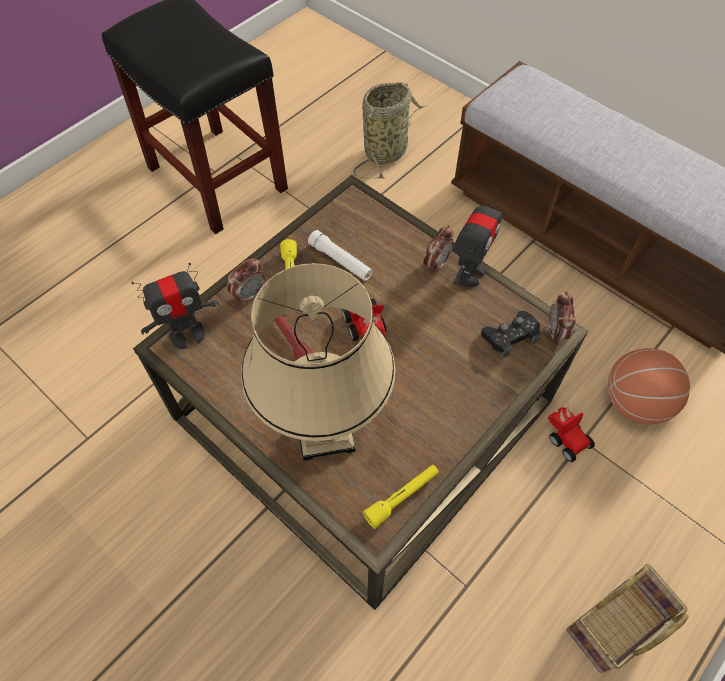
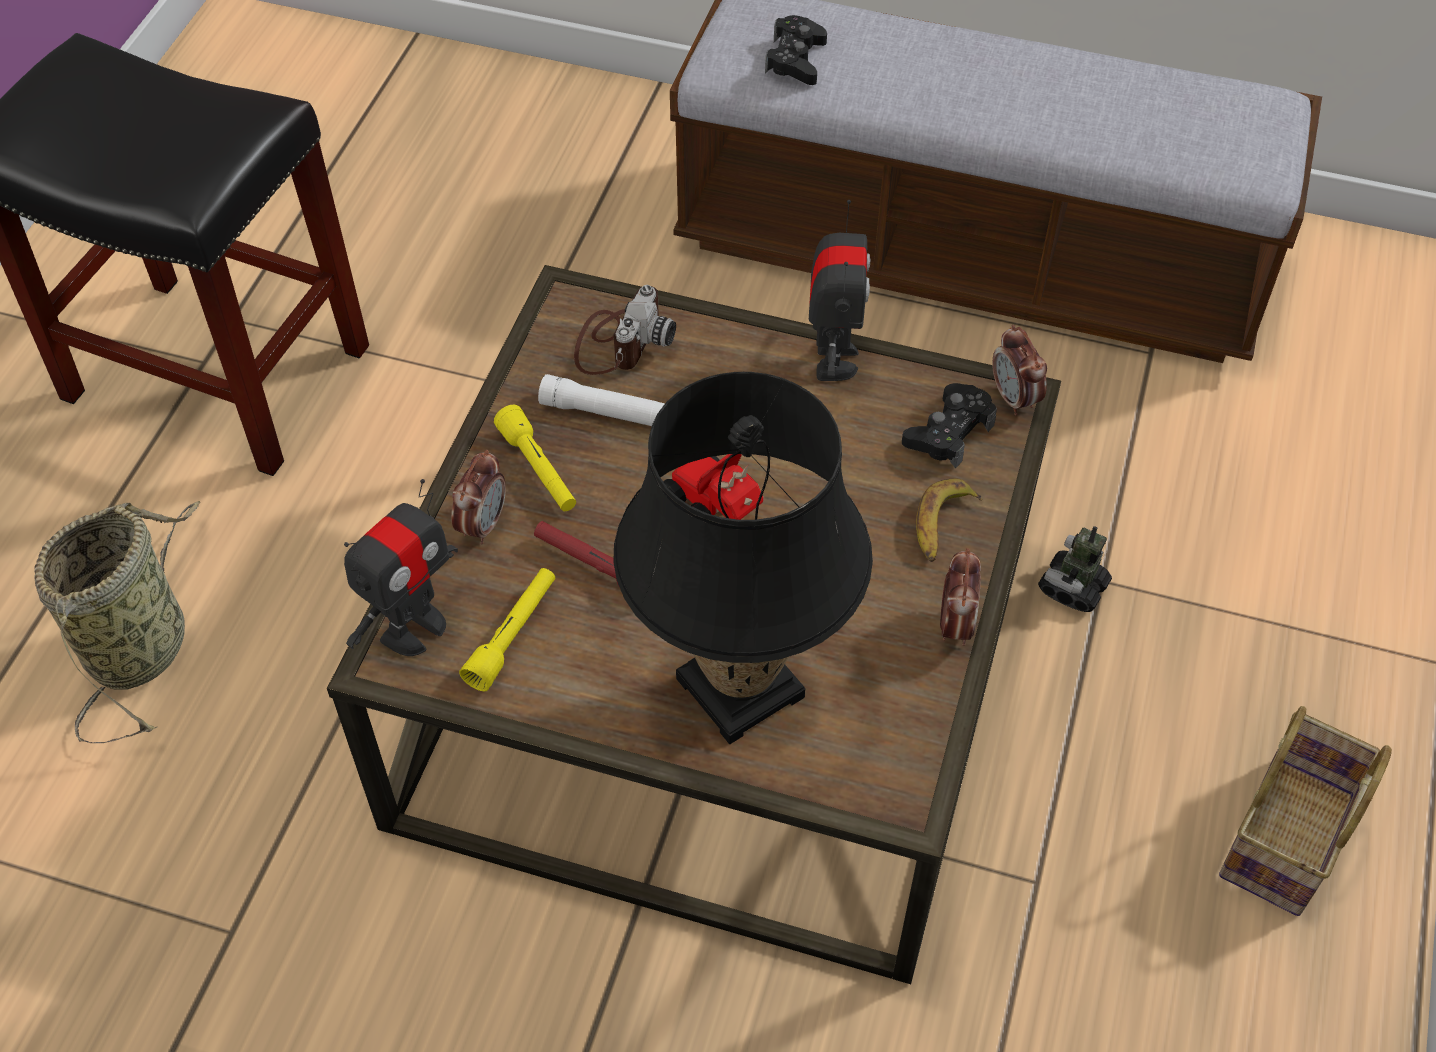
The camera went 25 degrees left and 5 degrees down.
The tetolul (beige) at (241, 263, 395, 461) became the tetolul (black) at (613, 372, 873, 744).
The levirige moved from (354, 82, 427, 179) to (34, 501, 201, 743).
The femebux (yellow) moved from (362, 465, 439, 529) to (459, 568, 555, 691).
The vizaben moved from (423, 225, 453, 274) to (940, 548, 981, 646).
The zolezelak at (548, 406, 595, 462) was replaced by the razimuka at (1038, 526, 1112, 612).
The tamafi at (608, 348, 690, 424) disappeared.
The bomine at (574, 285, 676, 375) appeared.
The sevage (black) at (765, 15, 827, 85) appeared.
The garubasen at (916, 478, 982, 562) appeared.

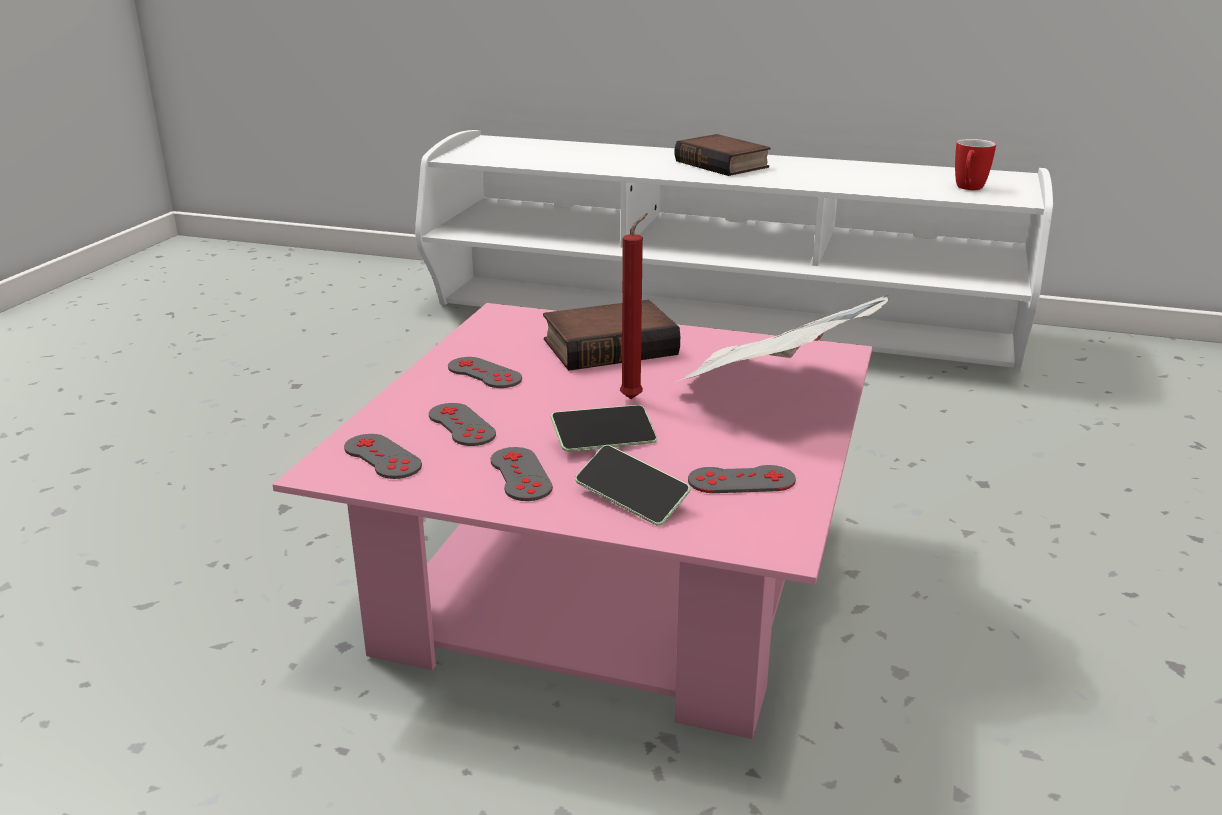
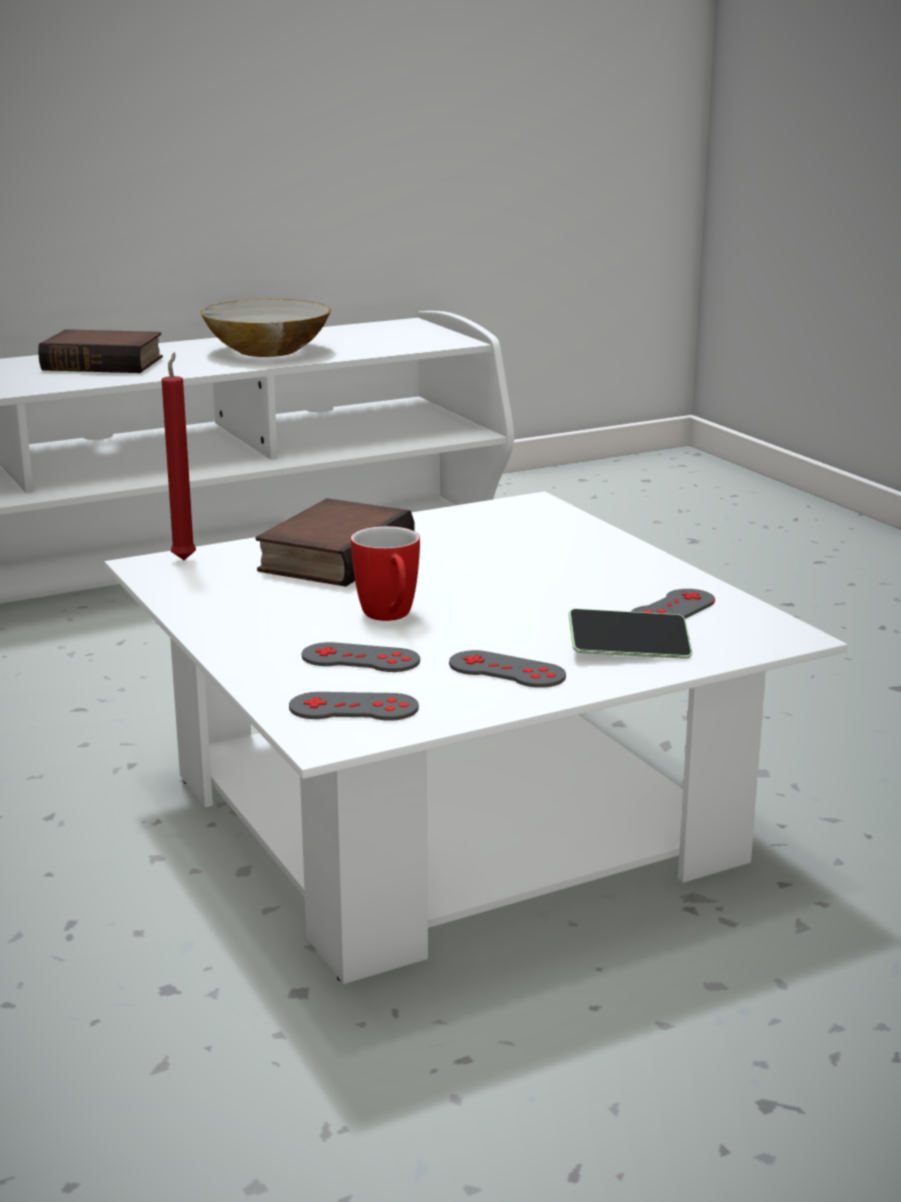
The camera went 45 degrees left and 5 degrees down.
The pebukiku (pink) at (272, 303, 872, 739) became the pebukiku (white) at (104, 491, 848, 984).
The sevage (grey) at (448, 357, 522, 388) disappeared.
The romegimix at (551, 405, 657, 452) disappeared.
The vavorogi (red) moved from (620, 213, 648, 399) to (162, 352, 196, 560).
The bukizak at (675, 295, 889, 382) disappeared.
The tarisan moved from (955, 139, 996, 190) to (351, 526, 420, 621).
The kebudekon at (200, 299, 331, 357) appeared.

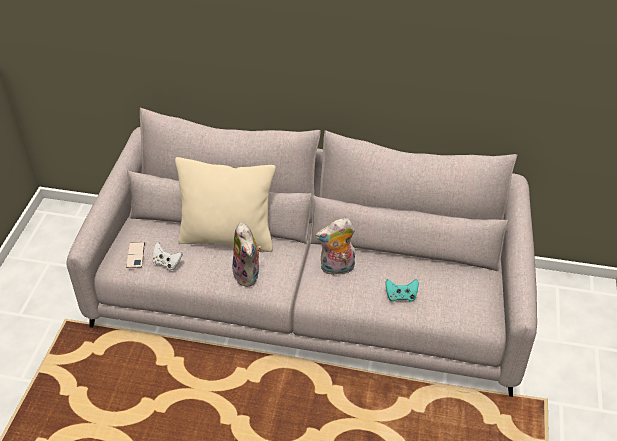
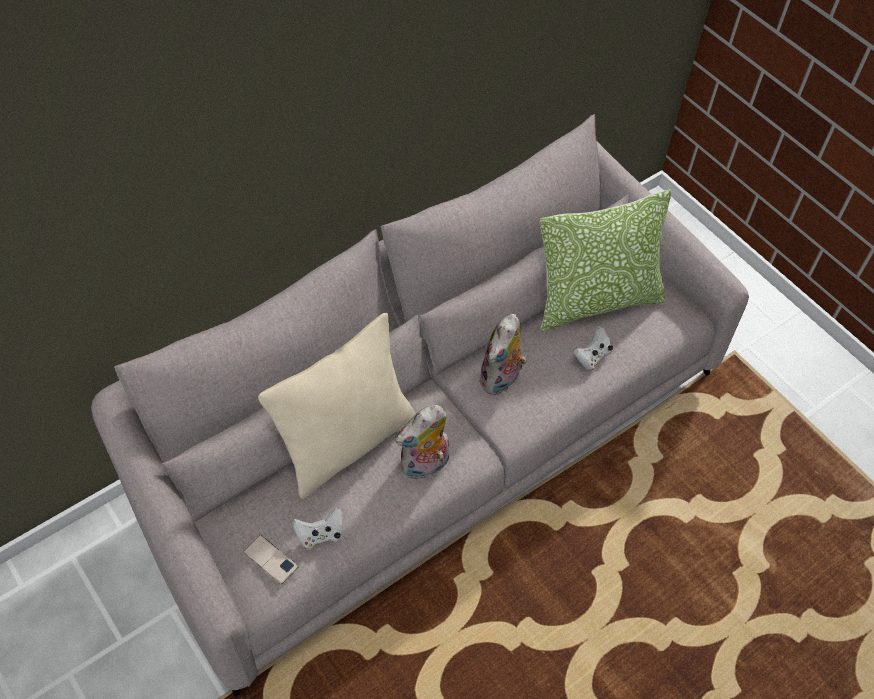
The camera went 50 degrees left and 10 degrees up.
The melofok at (231, 222, 262, 287) turned 120 degrees clockwise.
The sevage (turquoise) at (385, 279, 419, 302) became the sevage (white) at (573, 326, 613, 370).
The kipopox at (540, 190, 671, 332) appeared.

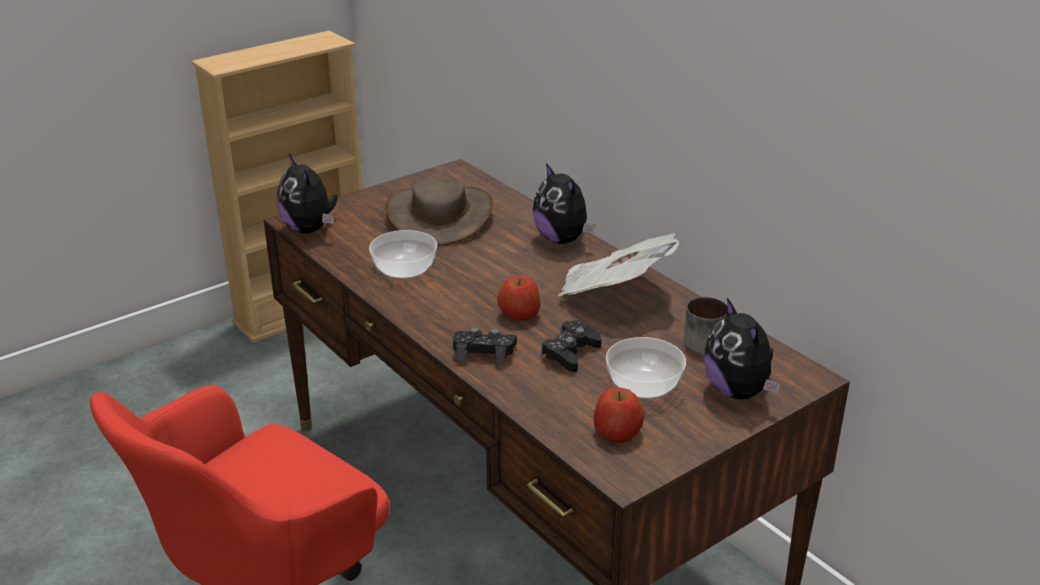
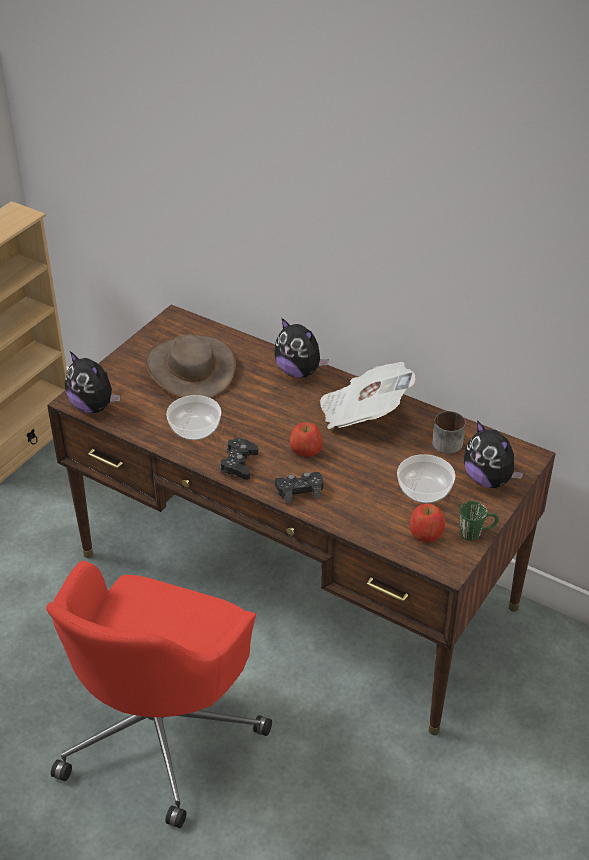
The camera went 20 degrees left and 10 degrees up.
The sevage (black) moved from (541, 321, 601, 372) to (220, 438, 258, 480).
The tarisan (green) at (459, 501, 499, 541) appeared.

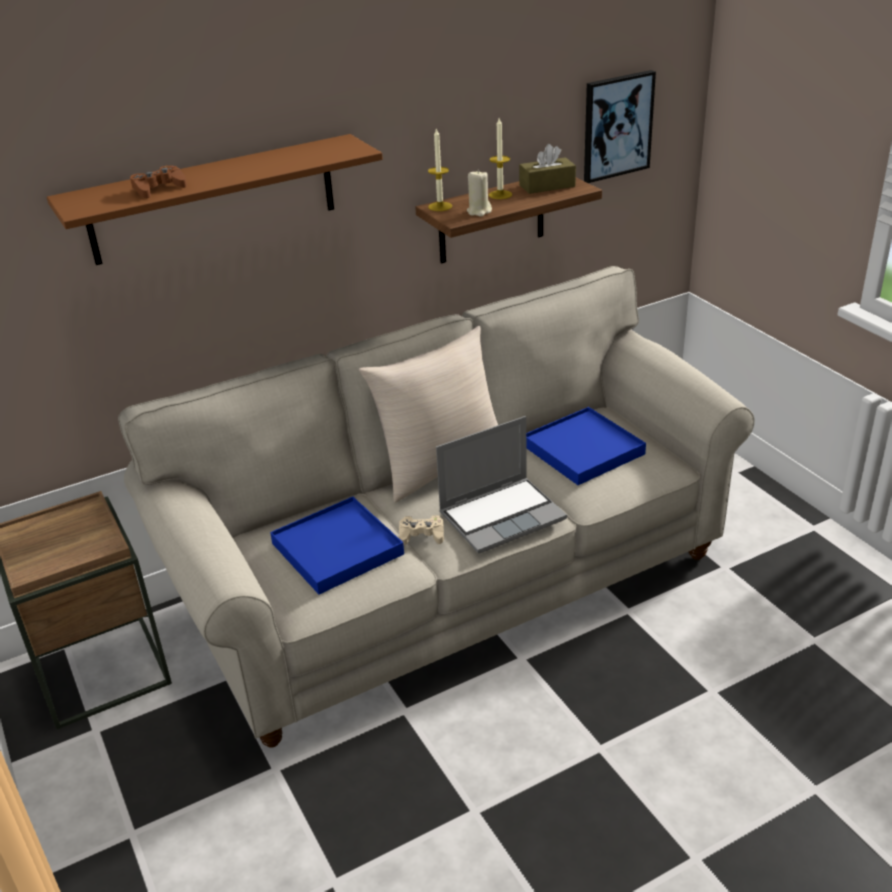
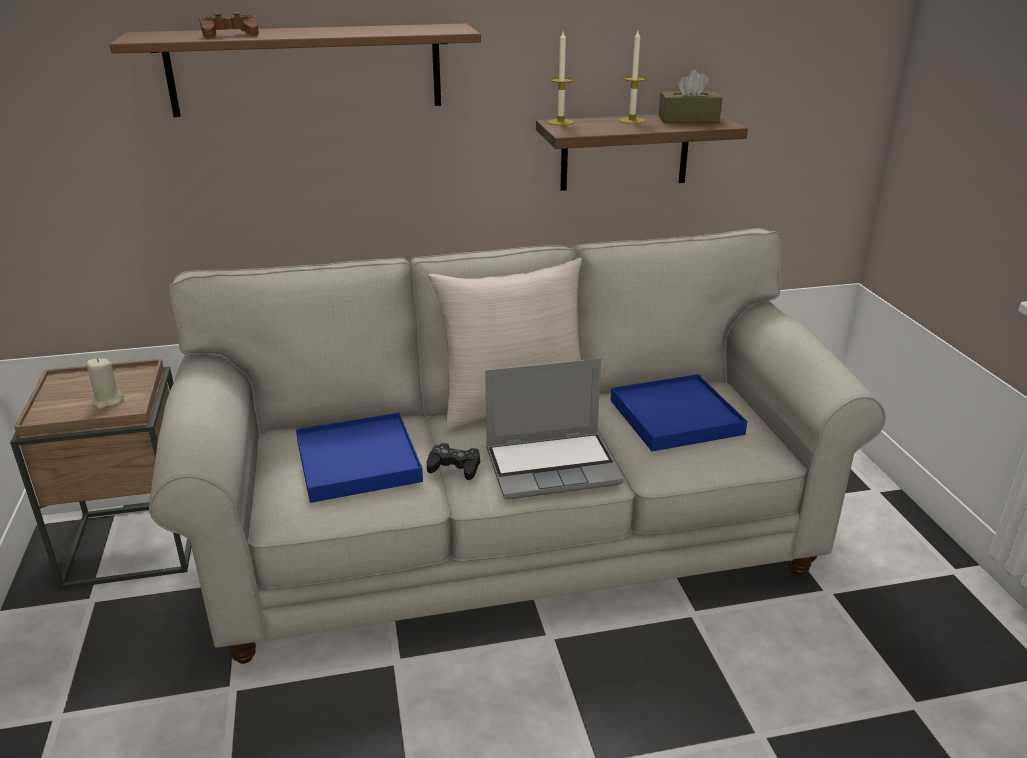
The camera went 15 degrees right and 5 degrees down.
The sevage (beige) at (399, 515, 444, 545) became the sevage (black) at (426, 443, 480, 480).
The vavorogi (beige) moved from (467, 170, 492, 217) to (86, 358, 124, 409).
The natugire at (584, 70, 656, 183) disappeared.

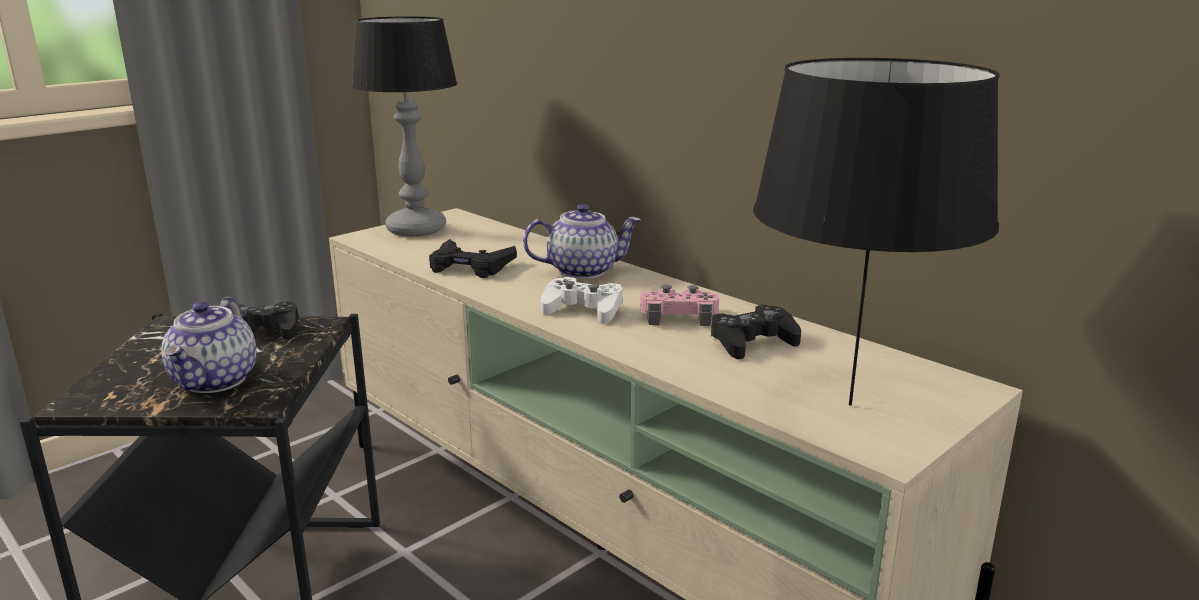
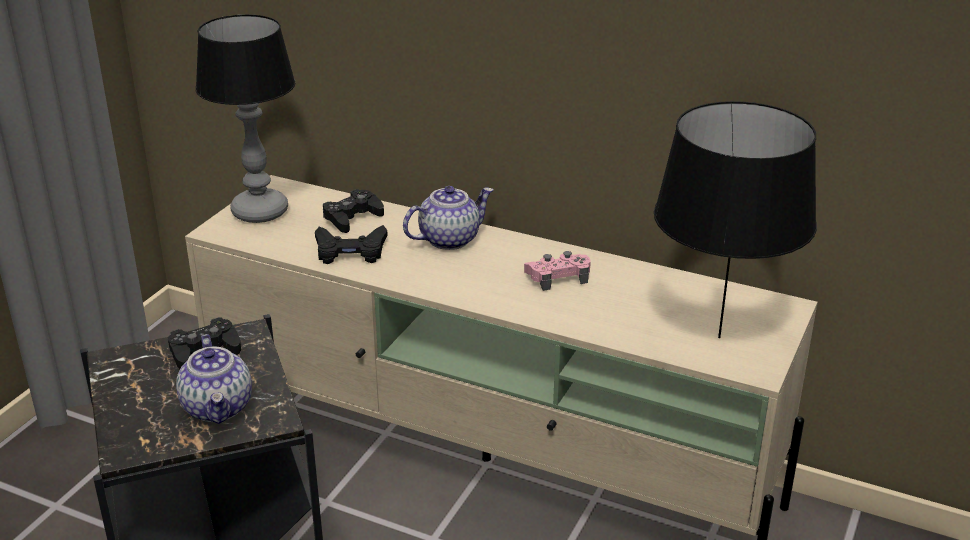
The camera went 20 degrees left and 10 degrees up.
The sevage (white) at (541, 277, 623, 324) disappeared.
The sevage (black) moved from (711, 305, 801, 359) to (323, 189, 384, 233).

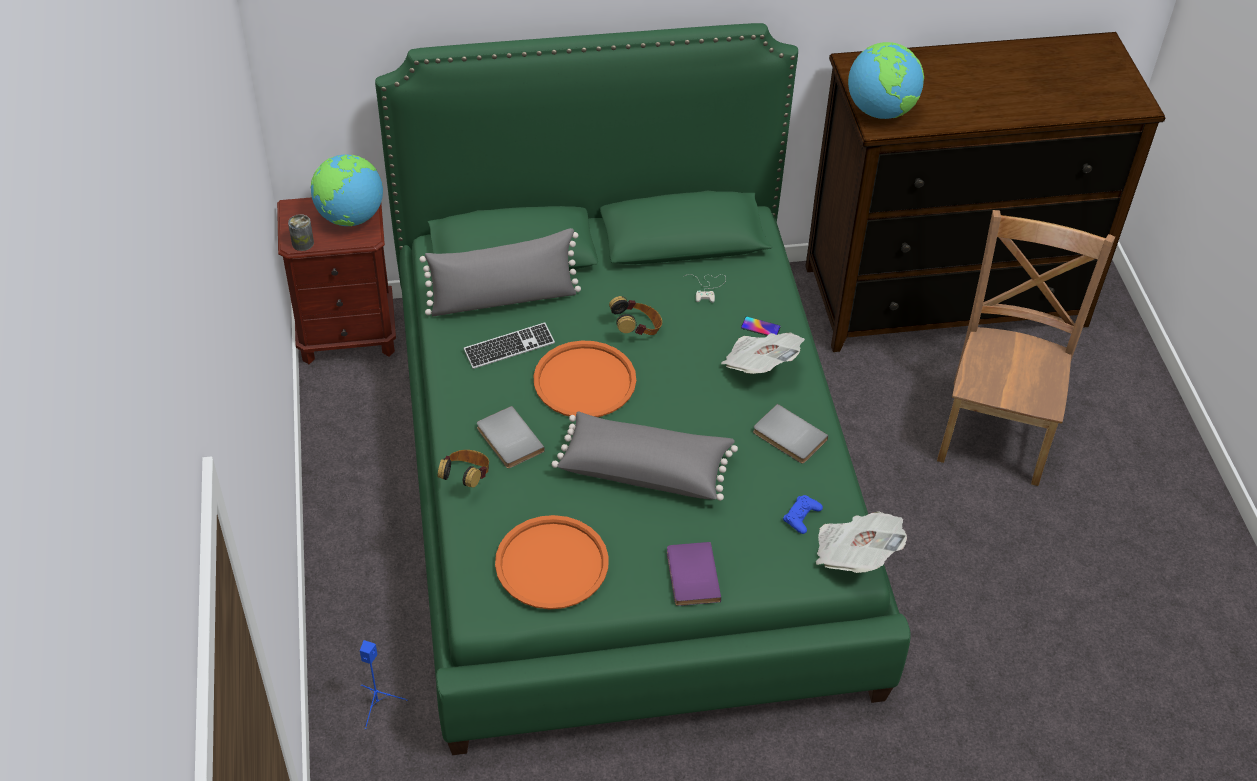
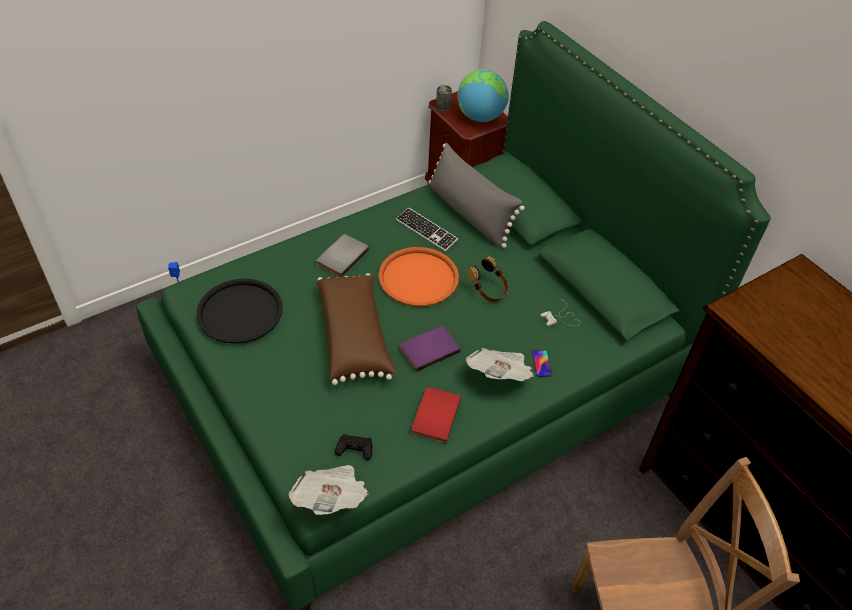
The camera went 65 degrees right and 0 degrees up.
The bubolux at (438, 450, 489, 488) disappeared.
The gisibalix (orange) at (495, 515, 609, 609) became the gisibalix (black) at (196, 279, 283, 344).
The kipopox (grey) at (552, 411, 738, 501) became the kipopox (brown) at (317, 273, 397, 385).
The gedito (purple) moved from (667, 542, 721, 606) to (399, 326, 461, 372).
The gedito (grey) at (753, 404, 828, 464) became the gedito (red) at (411, 387, 461, 444).
The sevage (blue) at (783, 495, 823, 534) became the sevage (black) at (335, 434, 372, 460).
The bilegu at (848, 42, 924, 119) disappeared.

